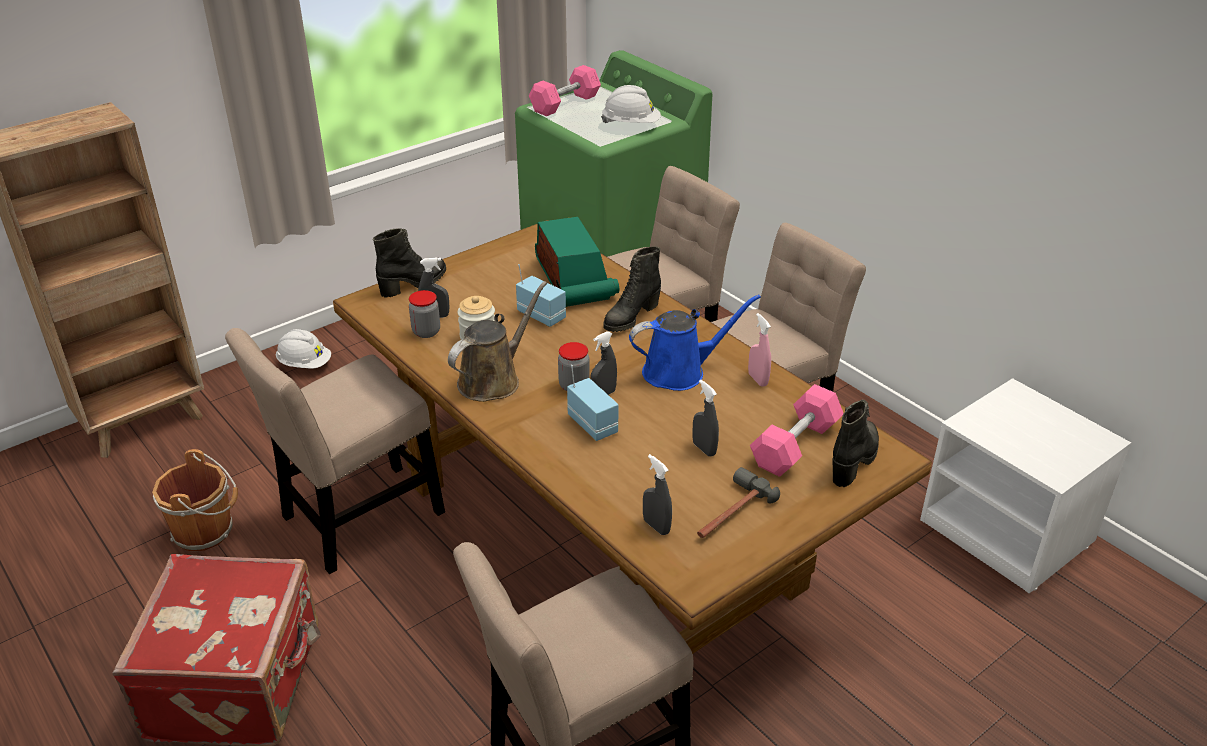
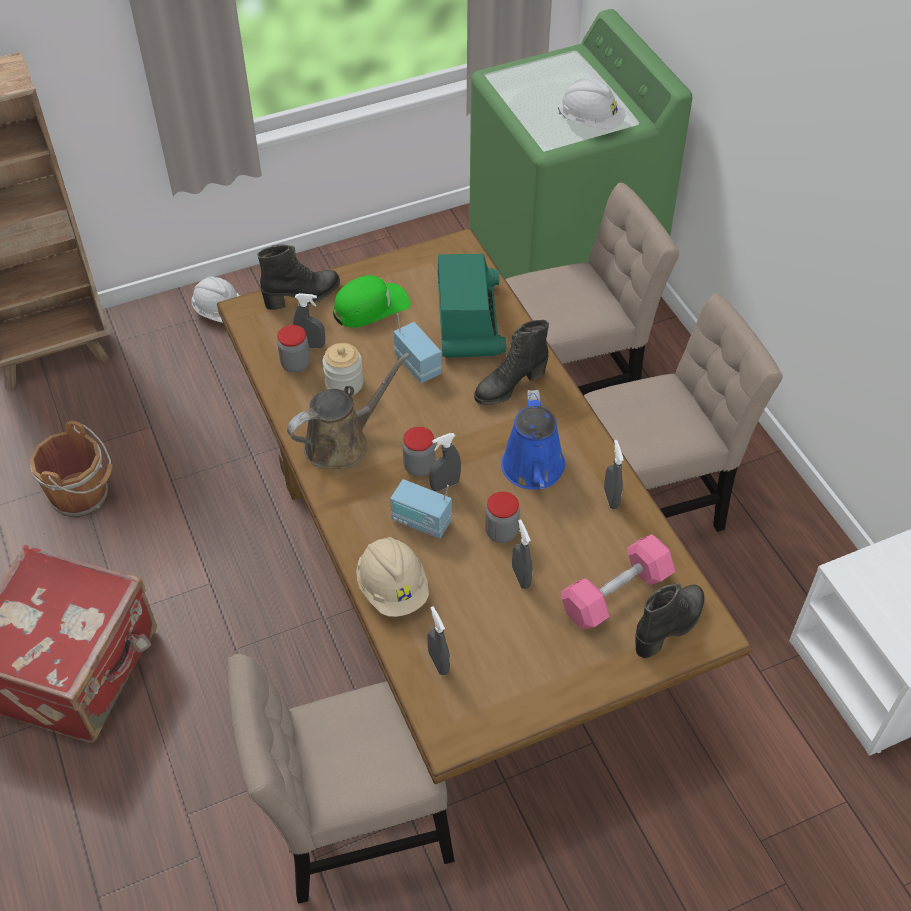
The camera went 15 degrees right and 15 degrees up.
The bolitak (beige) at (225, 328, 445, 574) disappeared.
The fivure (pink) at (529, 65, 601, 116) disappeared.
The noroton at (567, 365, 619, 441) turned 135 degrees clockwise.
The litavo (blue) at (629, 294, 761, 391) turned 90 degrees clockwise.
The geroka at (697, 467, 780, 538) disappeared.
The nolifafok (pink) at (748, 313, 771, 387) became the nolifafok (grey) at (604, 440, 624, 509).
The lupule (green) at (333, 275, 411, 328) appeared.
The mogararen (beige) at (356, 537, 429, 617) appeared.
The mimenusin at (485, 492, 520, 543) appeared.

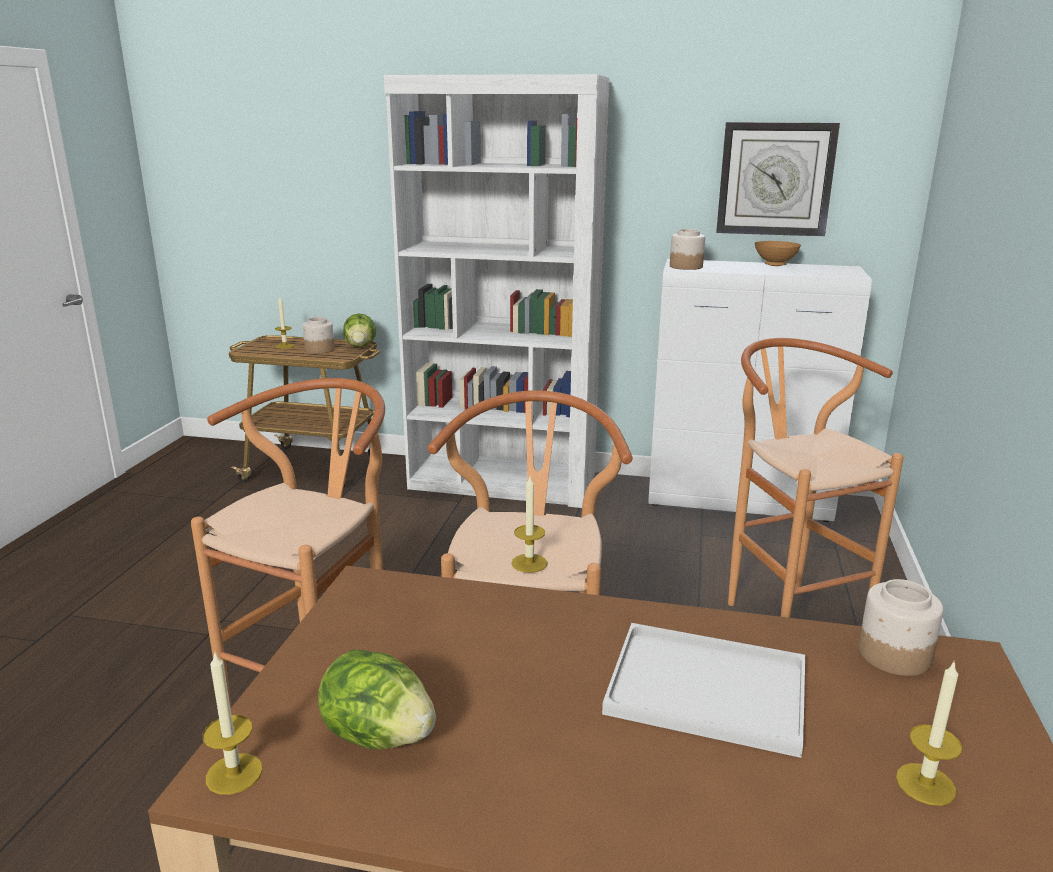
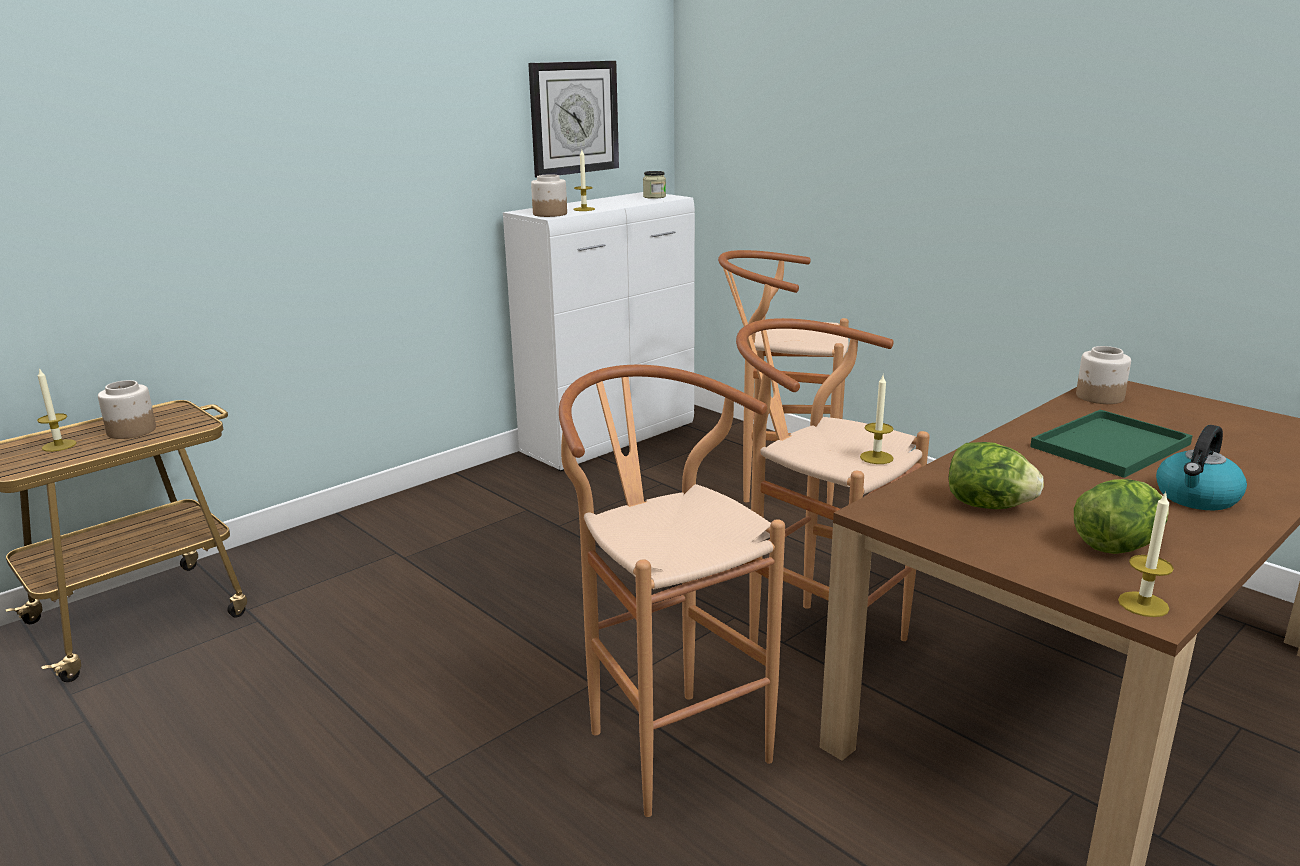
The camera went 55 degrees left and 0 degrees up.
The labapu moved from (343, 314, 376, 347) to (949, 442, 1044, 509).
The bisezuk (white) at (384, 74, 610, 508) disappeared.
The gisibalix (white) at (602, 623, 805, 758) became the gisibalix (green) at (1030, 410, 1193, 478).
The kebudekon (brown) at (755, 241, 801, 266) disappeared.
The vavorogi moved from (896, 660, 962, 806) to (573, 150, 595, 211).
The mimenusin at (643, 171, 666, 199) appeared.
The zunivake at (1156, 425, 1247, 510) appeared.

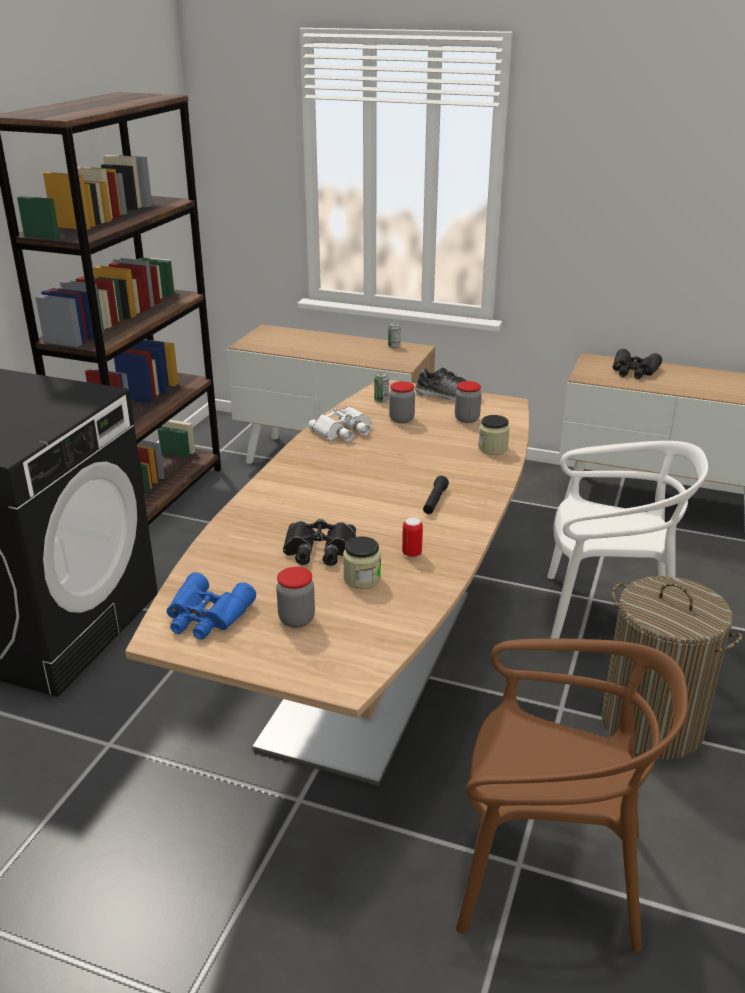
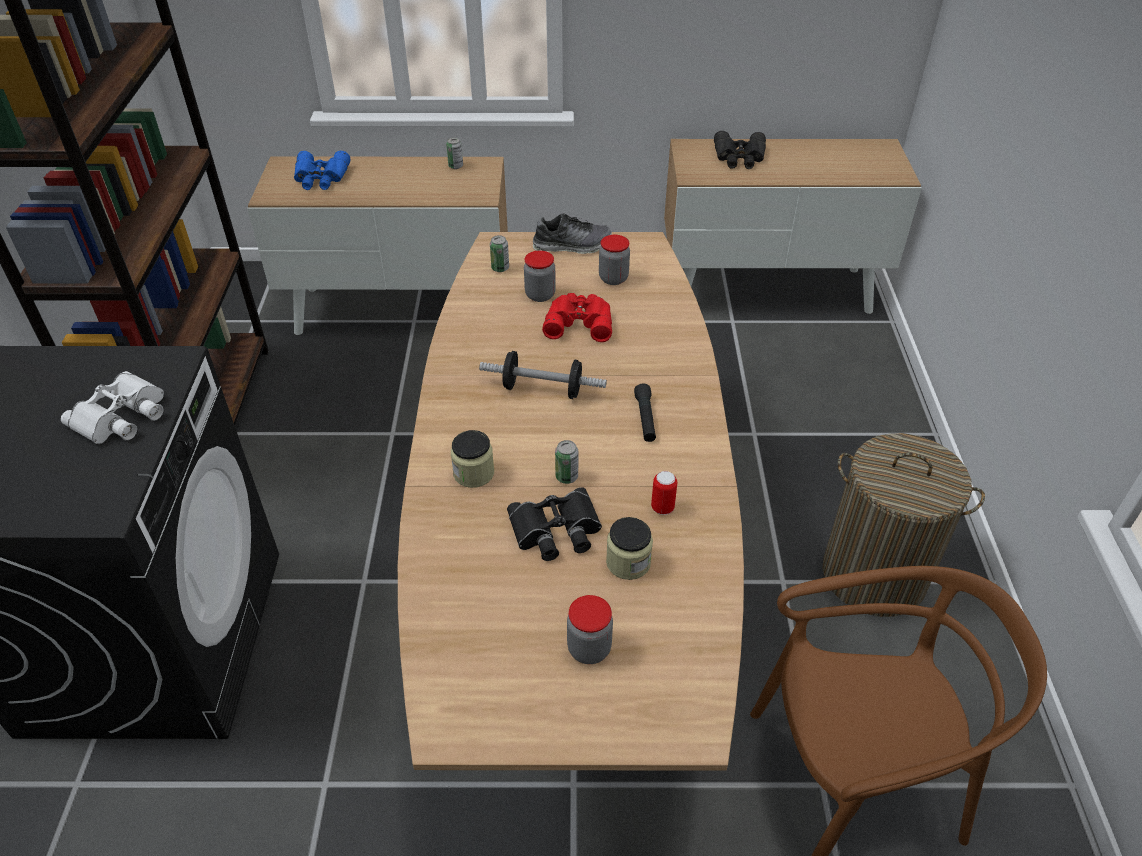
The camera went 20 degrees left and 15 degrees up.
The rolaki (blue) moved from (167, 572, 256, 639) to (294, 151, 350, 190).
The rolaki (white) moved from (308, 406, 372, 442) to (61, 371, 164, 444).
The mimenusin moved from (478, 415, 510, 455) to (451, 430, 494, 488).
The bolitak (white) at (547, 441, 708, 639) disappeared.
The fivure at (479, 351, 607, 399) appeared.
The rolaki (red) at (542, 293, 612, 342) appeared.
The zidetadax at (555, 440, 579, 484) appeared.

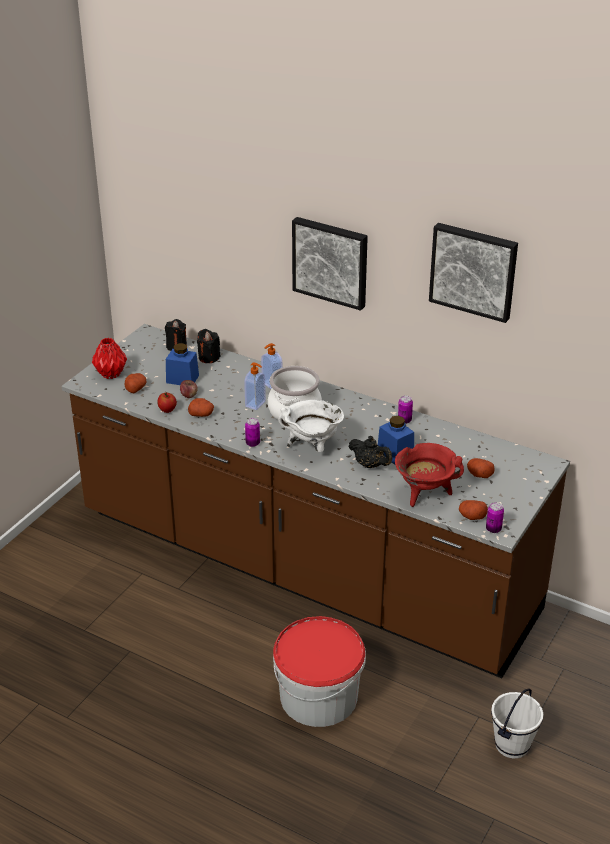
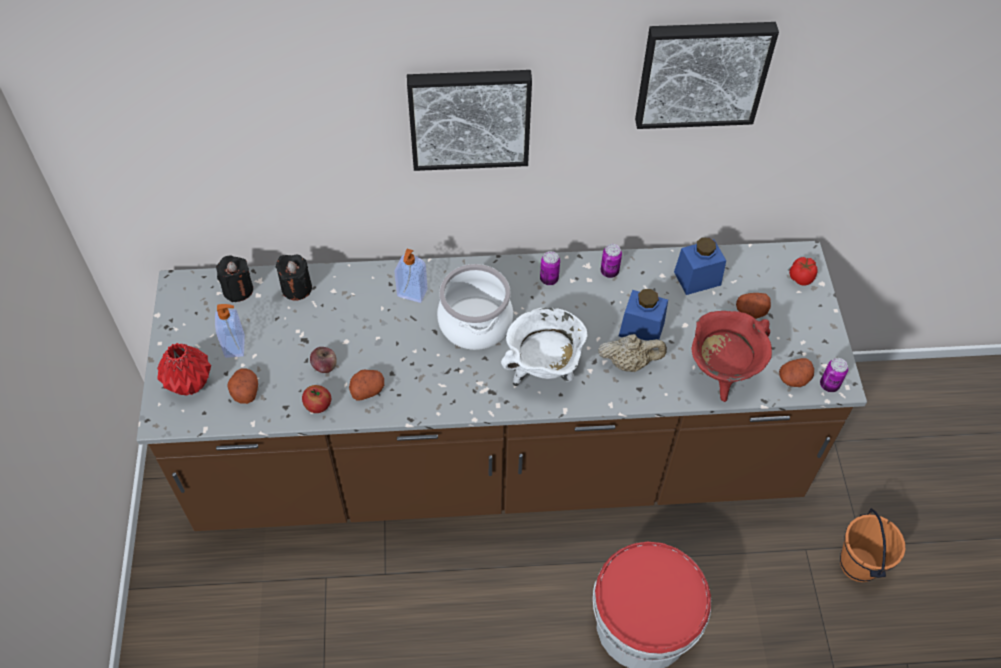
The camera went 35 degrees left and 20 degrees up.
The mimenusin (blue) moved from (166, 343, 199, 385) to (674, 237, 726, 295).
The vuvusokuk moved from (244, 363, 266, 410) to (215, 304, 245, 358).
The zidetadax moved from (245, 418, 260, 447) to (540, 251, 560, 285).
The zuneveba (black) at (348, 436, 392, 468) became the zuneveba (beige) at (598, 334, 667, 372).
The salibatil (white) at (491, 688, 543, 759) became the salibatil (orange) at (840, 508, 905, 582).
The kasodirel at (789, 257, 818, 286) appeared.

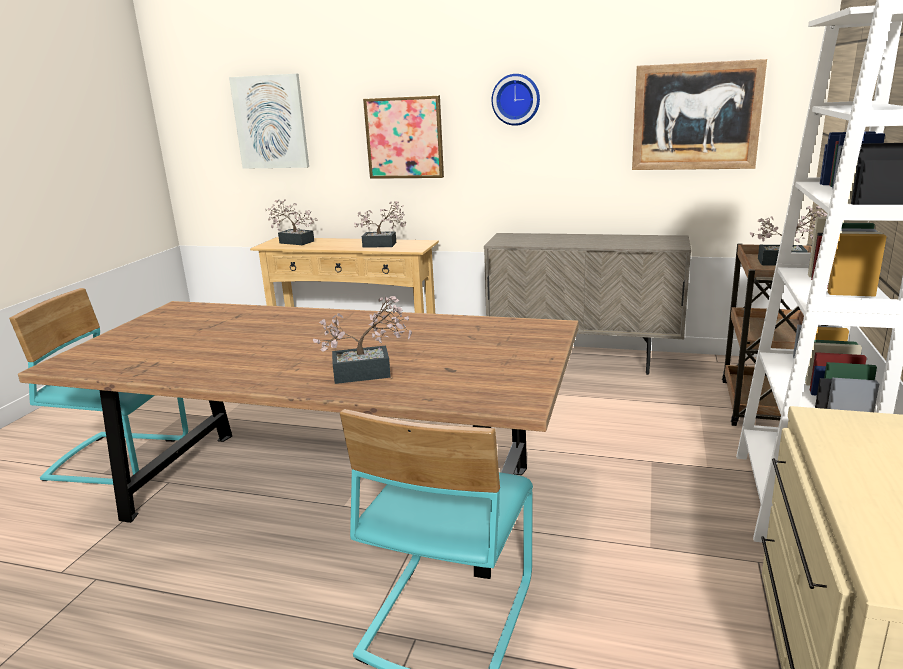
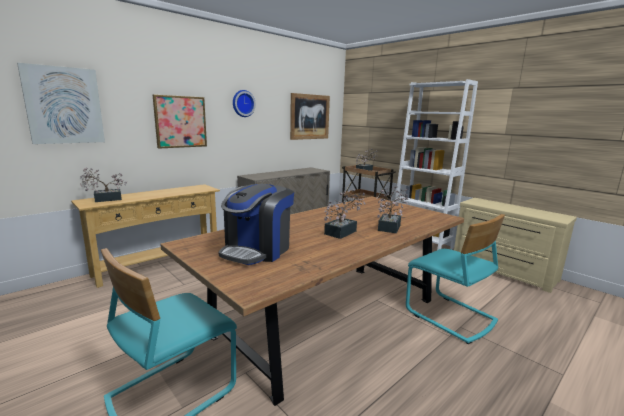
The camera went 60 degrees left and 5 degrees down.
The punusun moved from (354, 201, 406, 248) to (324, 189, 365, 239).
The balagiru at (219, 184, 294, 265) appeared.

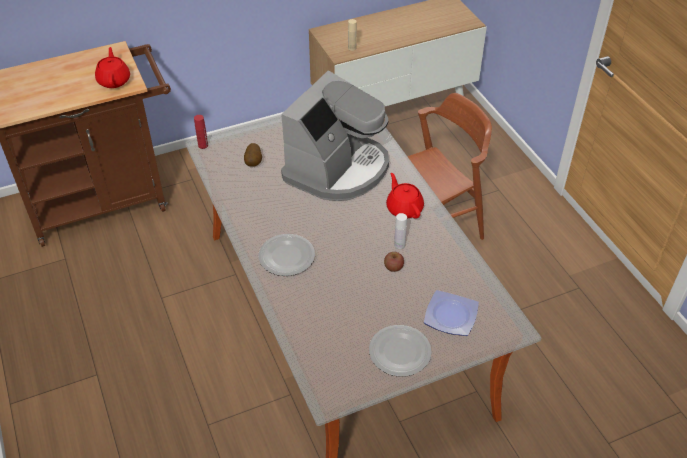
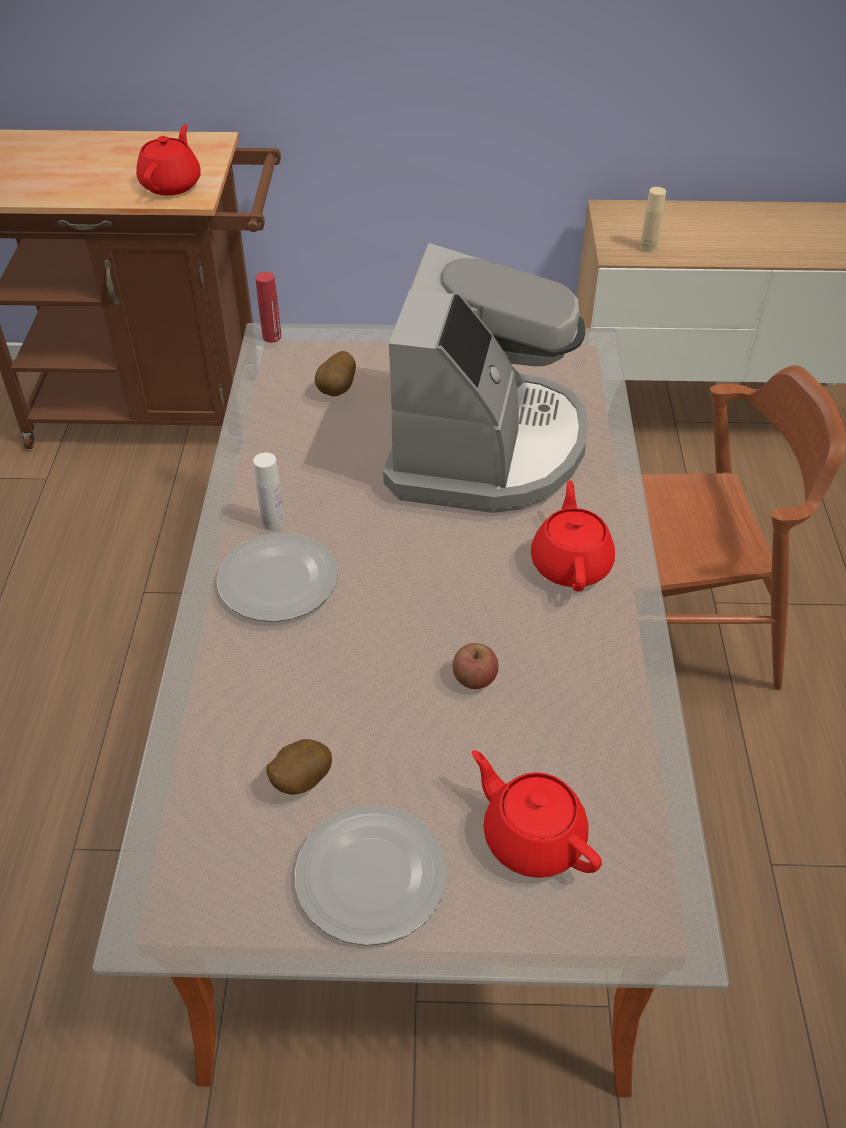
The camera went 25 degrees right and 0 degrees up.
The balagiru at (281, 70, 389, 201) turned 45 degrees counterclockwise.
The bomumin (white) moved from (394, 213, 407, 249) to (253, 453, 285, 530).
The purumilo at (424, 290, 479, 336) was replaced by the zuneveba (red) at (472, 750, 602, 878).
The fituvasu at (266, 739, 332, 795) appeared.

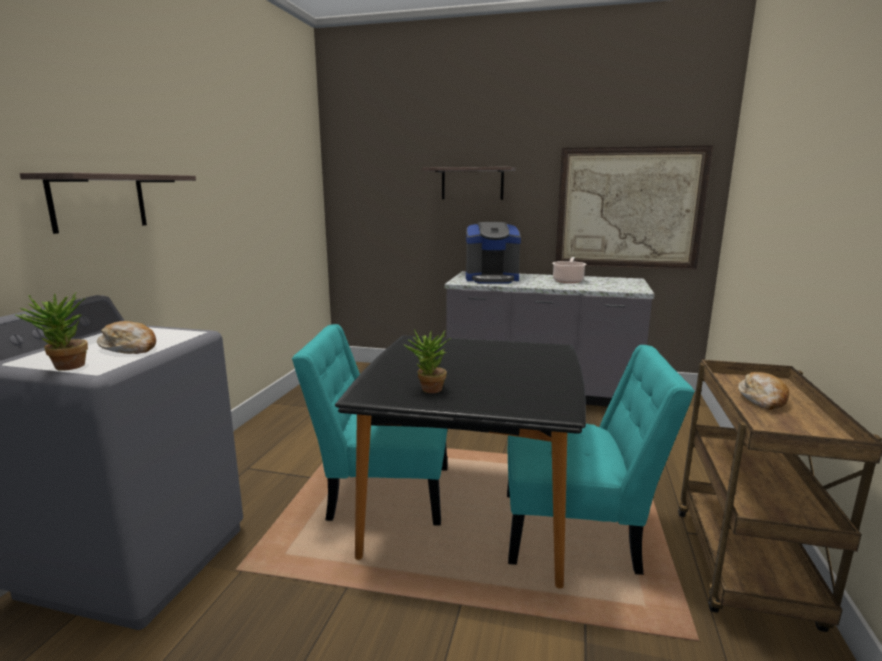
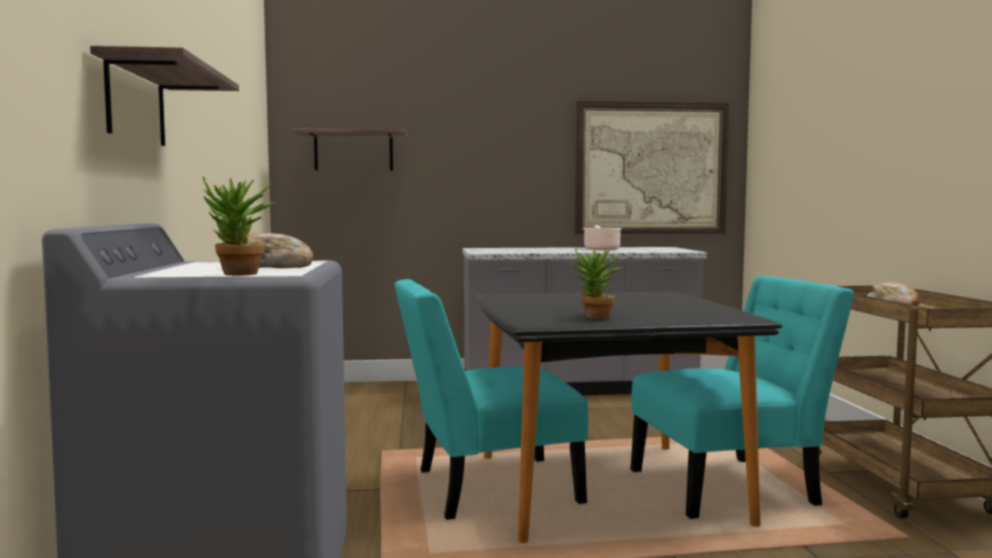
The camera went 20 degrees left and 10 degrees down.
The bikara moved from (422, 167, 516, 200) to (293, 128, 407, 171).
The balagiru at (466, 222, 521, 284) disappeared.

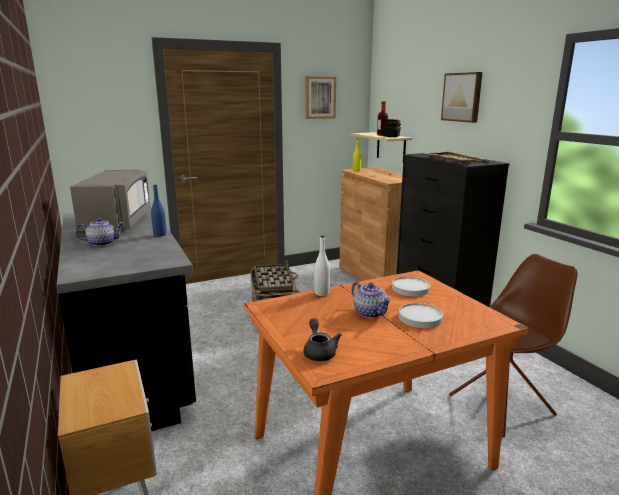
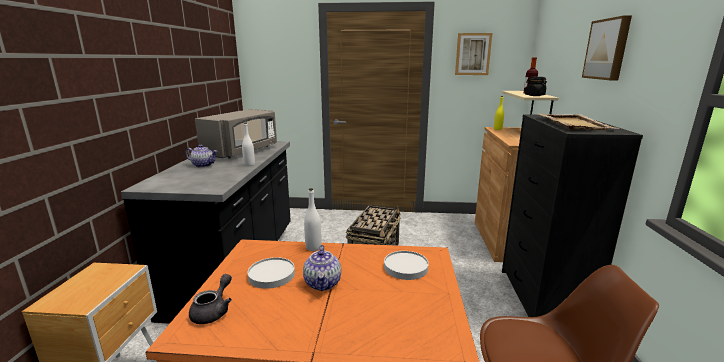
The camera went 30 degrees right and 0 degrees up.
The bomumin (blue) at (151, 185, 167, 236) became the bomumin (white) at (242, 123, 255, 166).
The purumilo (white) moved from (399, 303, 443, 328) to (248, 257, 295, 289).

